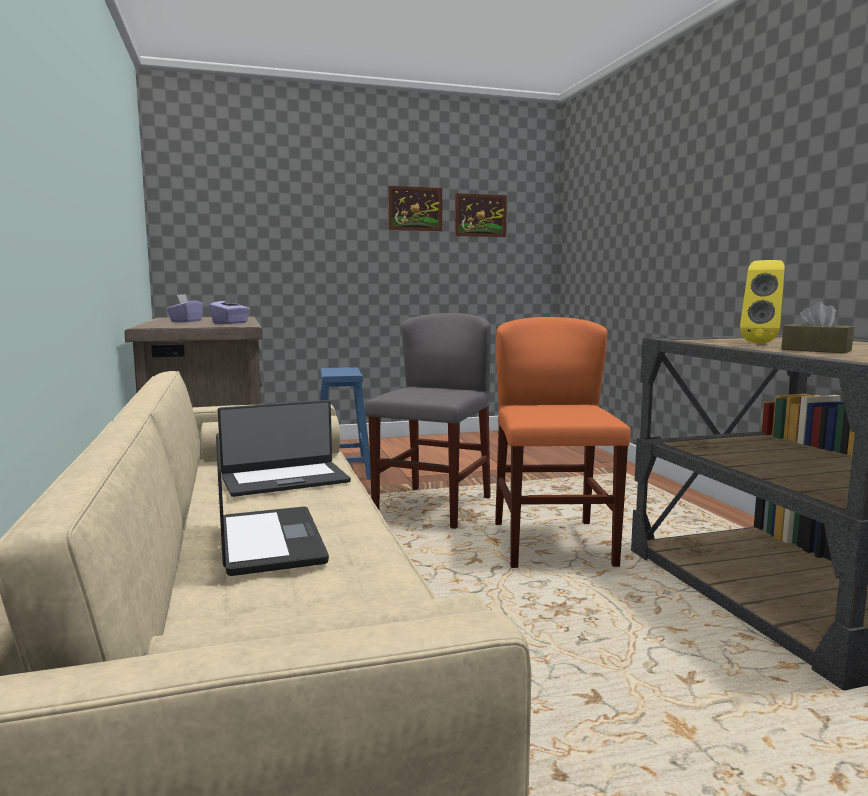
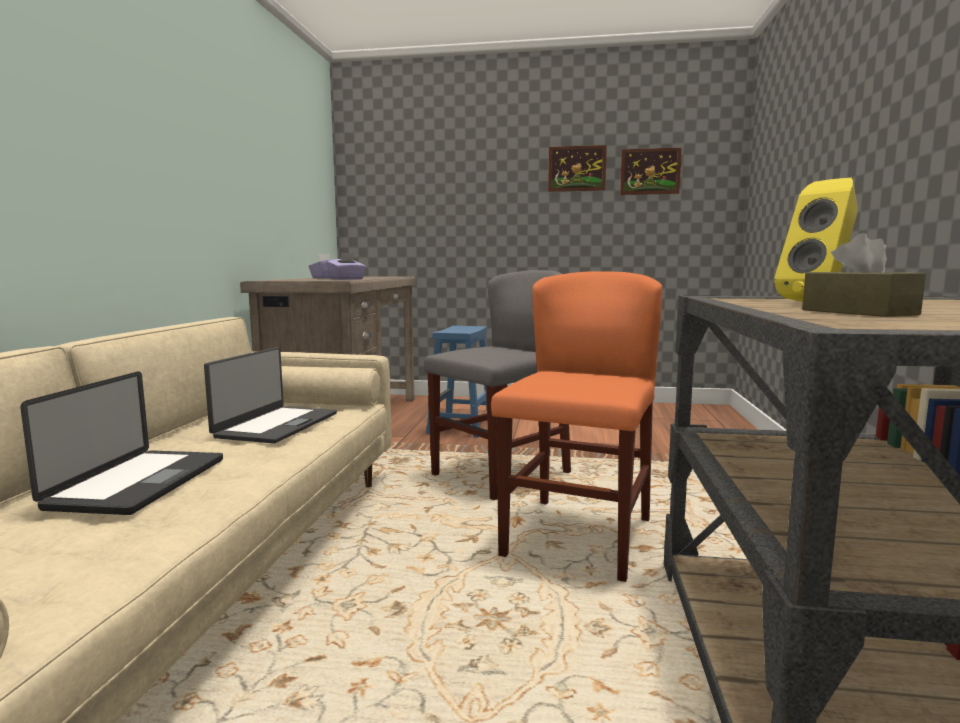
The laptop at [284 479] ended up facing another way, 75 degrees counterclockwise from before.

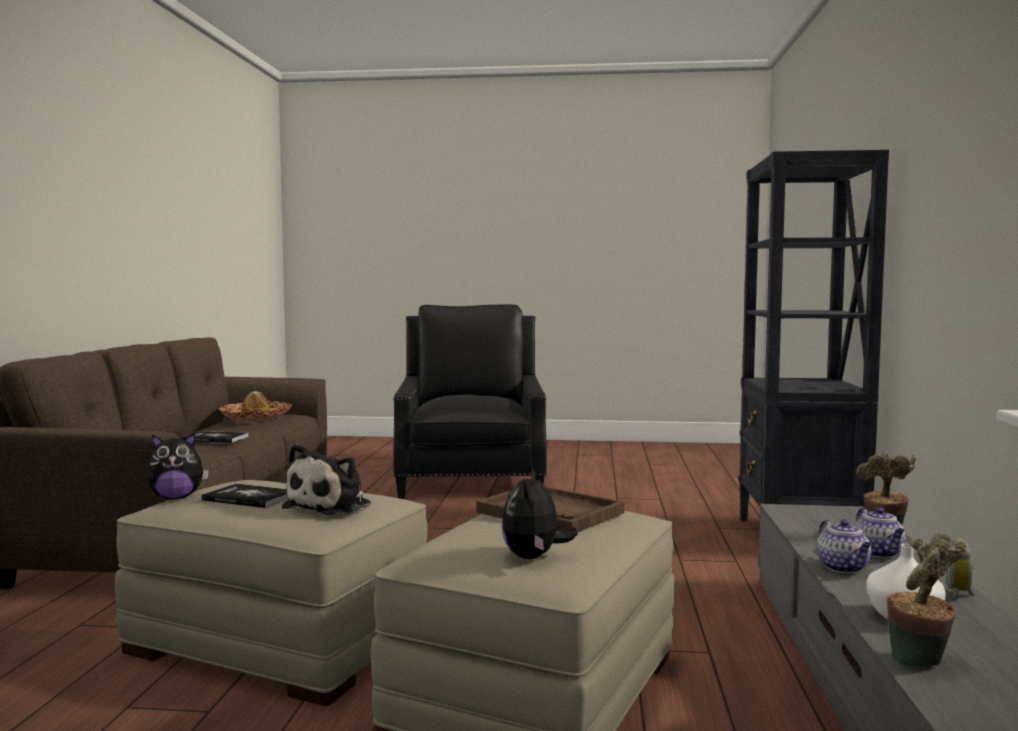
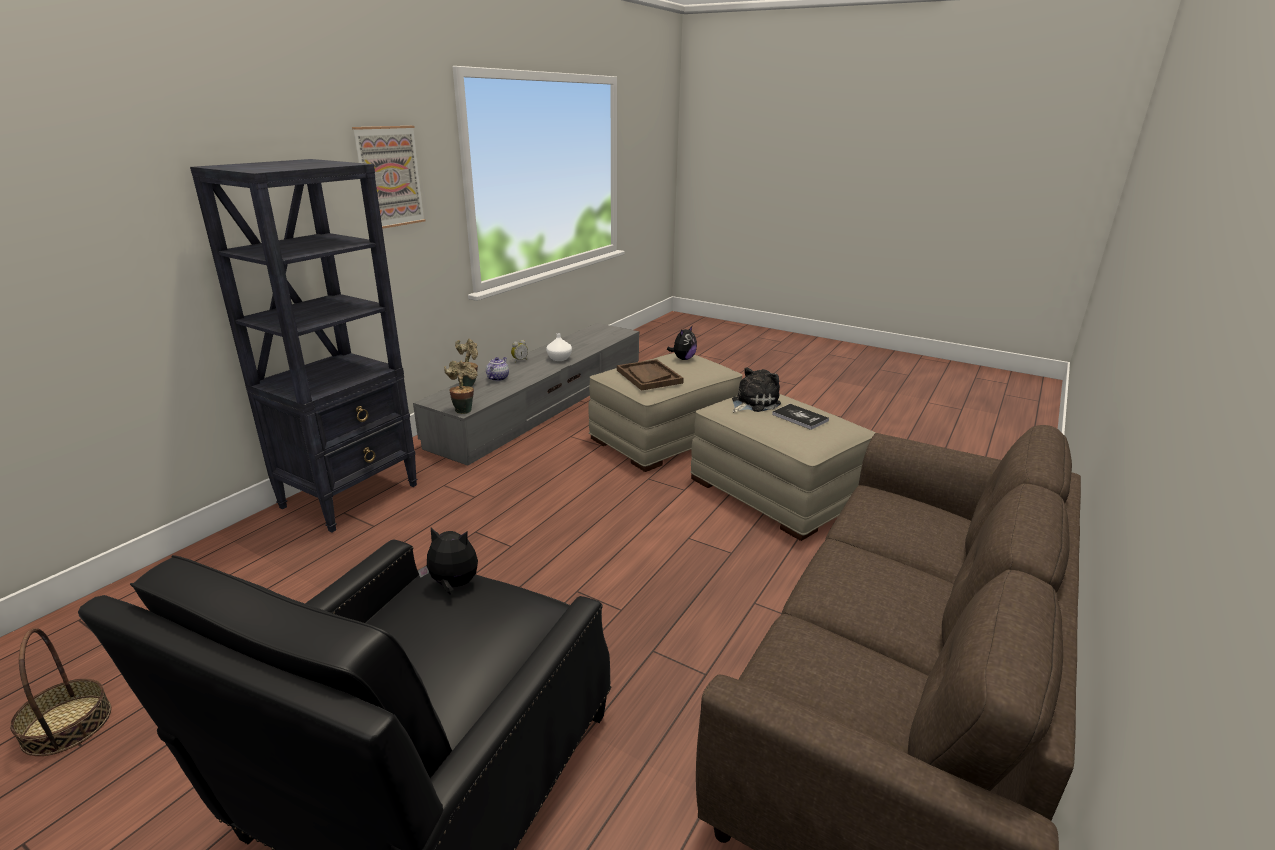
The pluszak ended up elsewhere, having gone from [176 498] to [453 585]. The second view lost the książka at [215 439]. The second view lost the kapelusz at [256 418]. The second view lost the imbryk at [844 568]. The roślina doniczkowa ended up elsewhere, having gone from [920 663] to [463 409]. The second view gained the koszyk at [67 725]. The second view gained the obraz at [389 177].

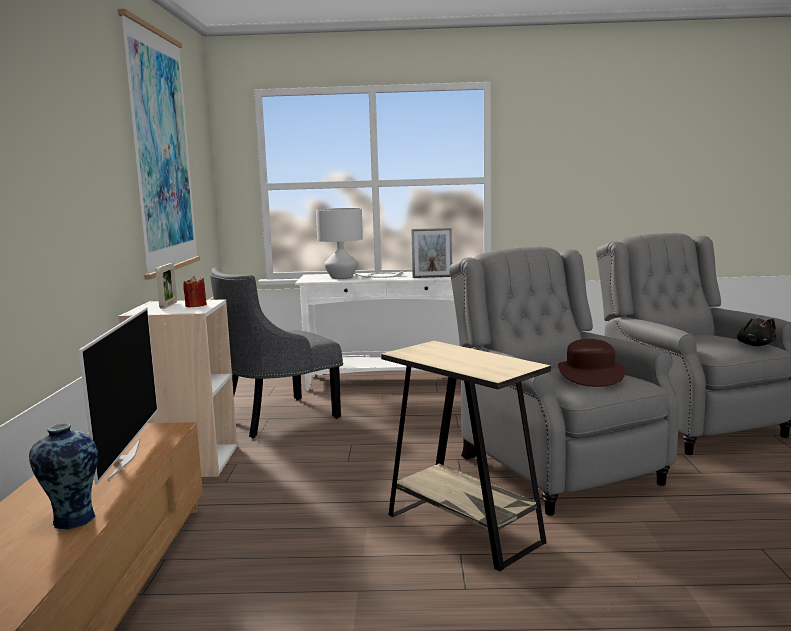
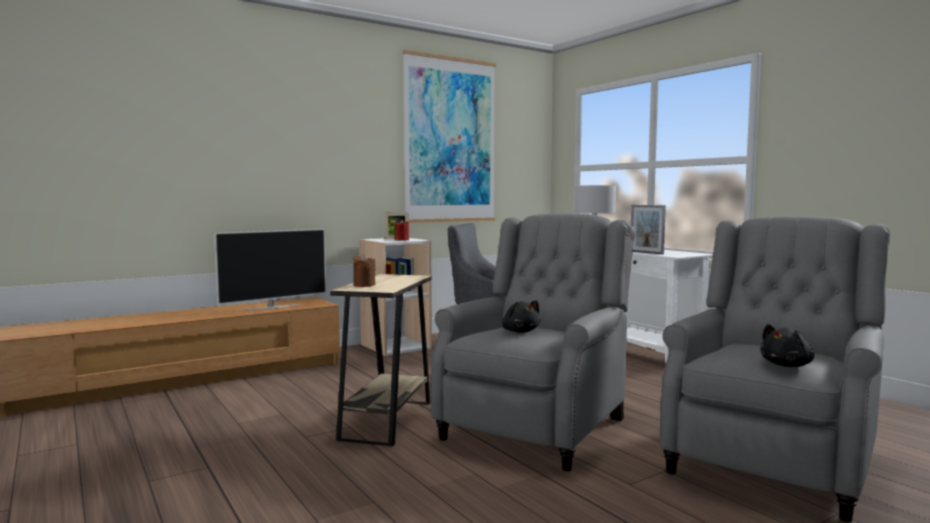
The second view lost the wazon at [71 520]. Where the kapelusz [brązowy] stood at [590 374], the pluszak [czarny] came to stand at [520 331]. The second view gained the świeca [brązowy] at [364 285].

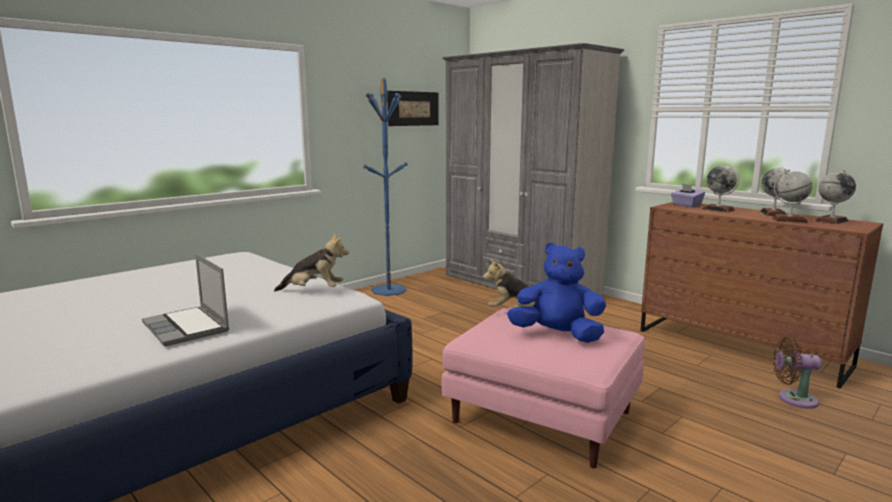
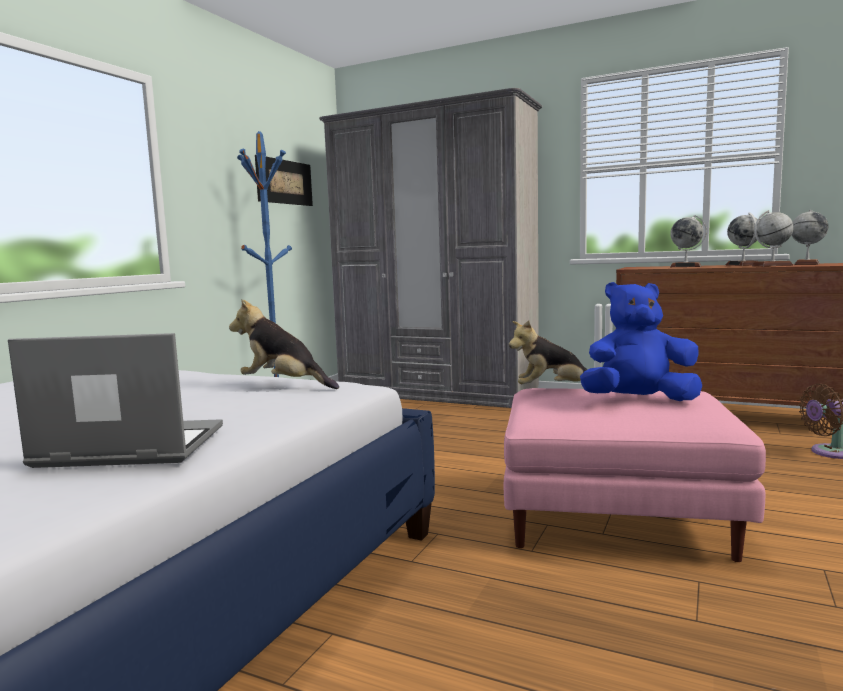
The laptop at [187 327] ended up facing another way, 150 degrees clockwise from before. The pluszak at [314 290] ended up facing another way, 135 degrees counterclockwise from before. The second view lost the pudełko chusteczek [fioletowy] at [686 205].

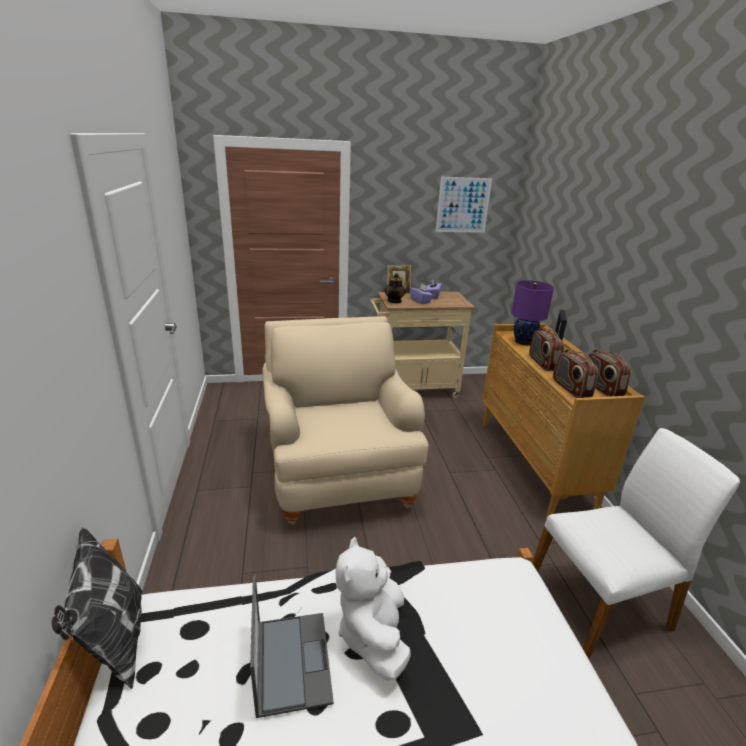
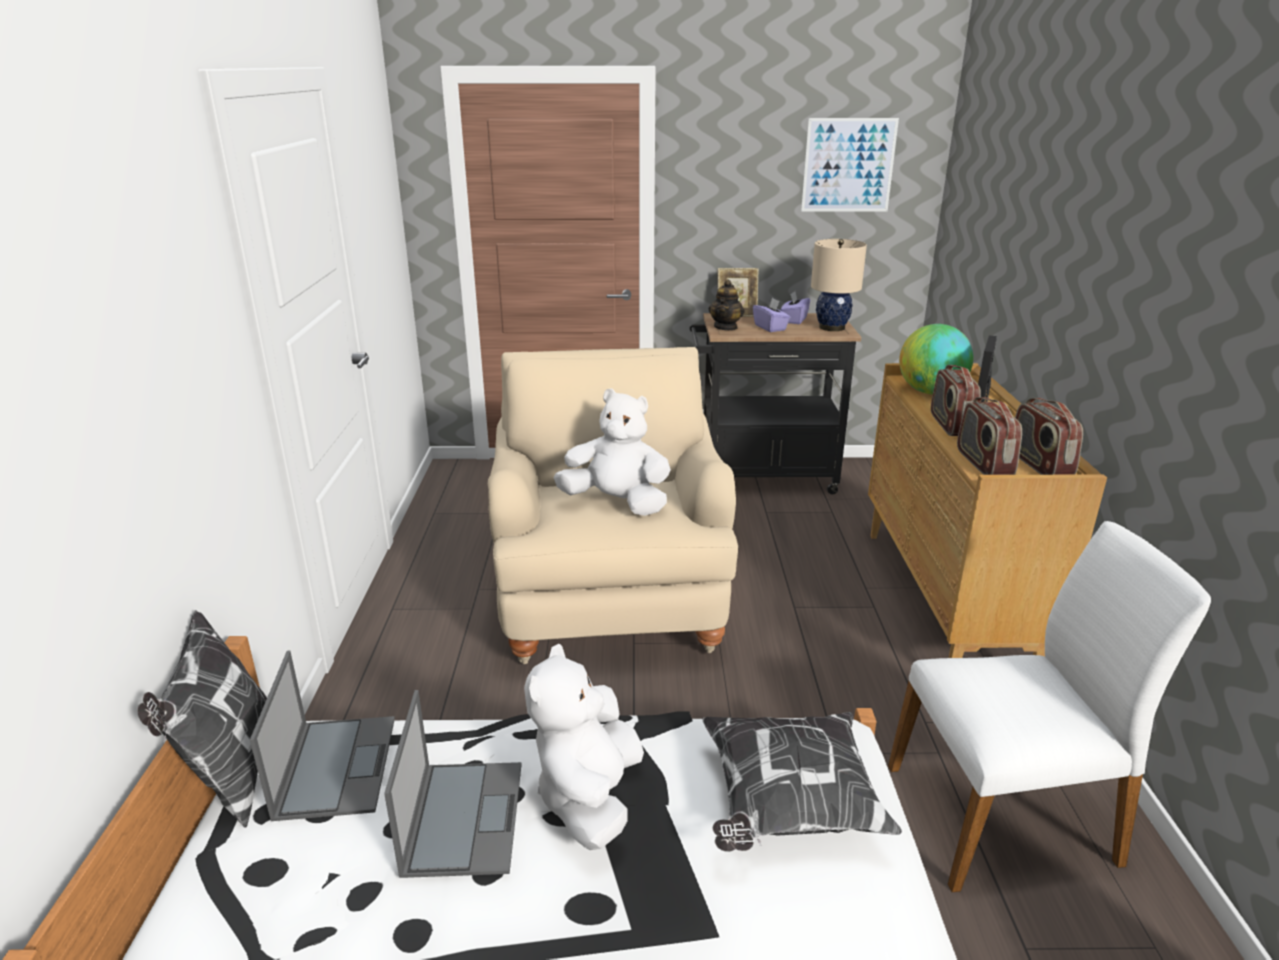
What was the wózek [beżowy] at [412 389] turned into the wózek [czarny] at [761 478]. Where the lampa stołowa [fioletowy] stood at [524 342], the globus came to stand at [930 392]. The second view gained the laptop at [336 765]. The second view gained the pluszak [biały] at [617 503]. The second view gained the poduszka at [787 805]. The second view gained the lampa stołowa [beżowy] at [831 327].

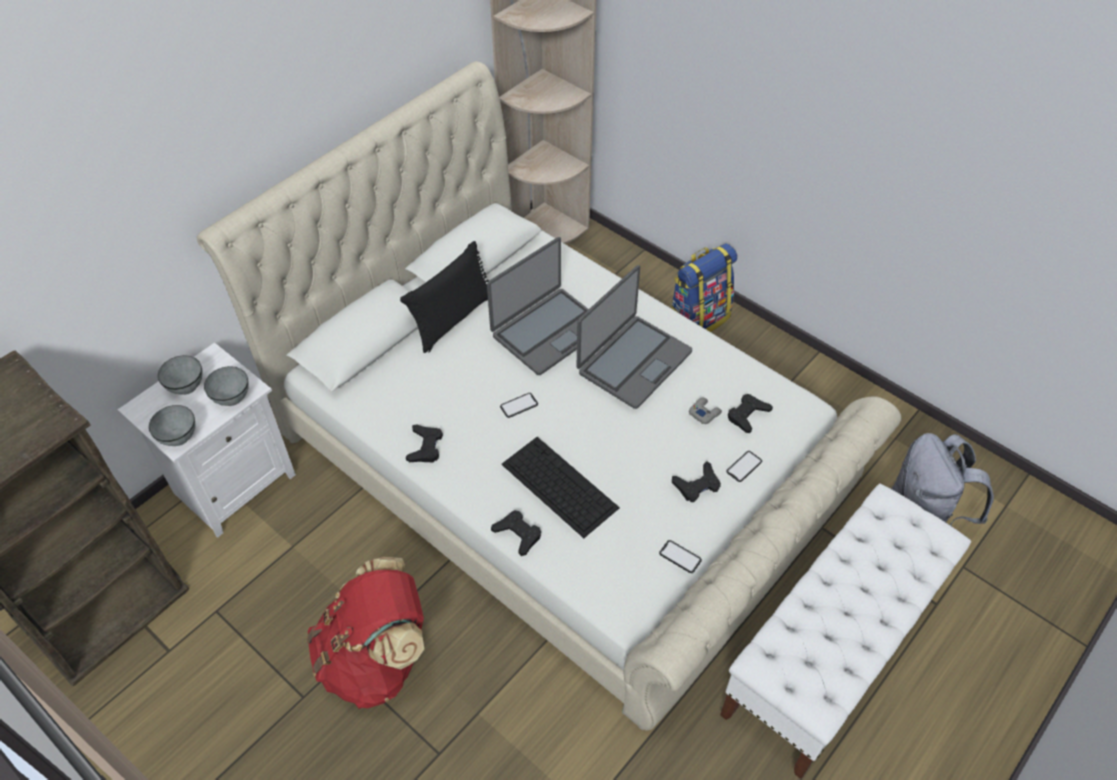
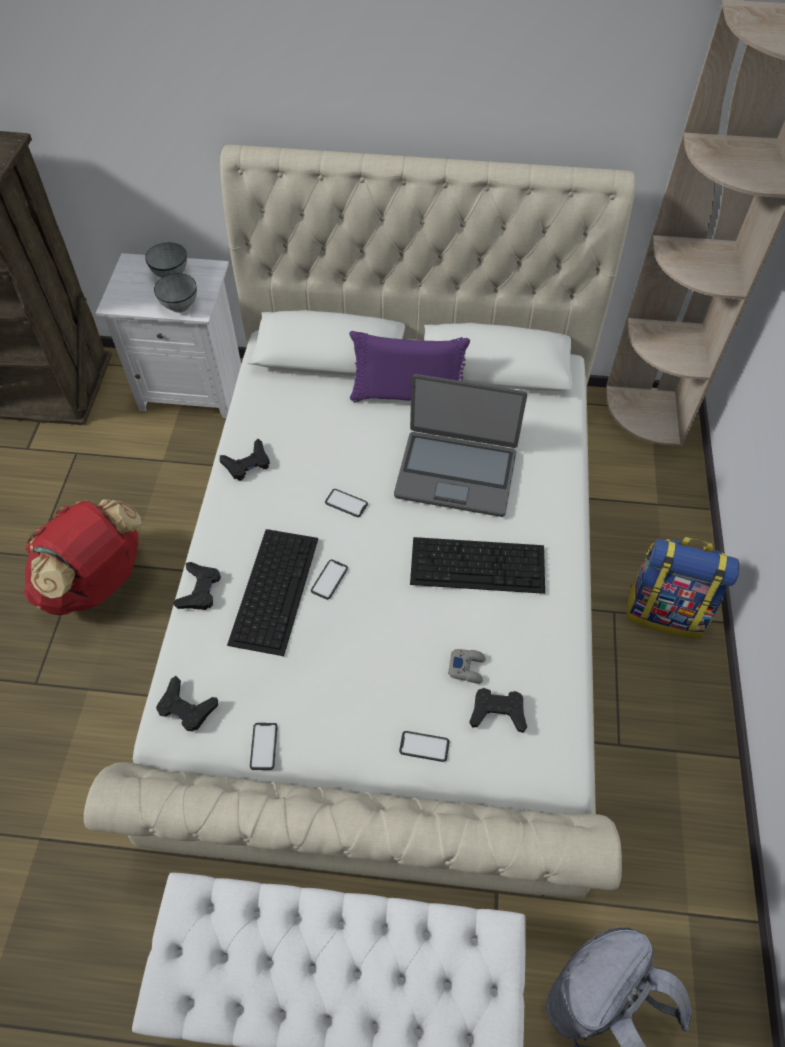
The second view lost the miska [szary] at [179 437]. What was the poduszka [czarny] at [452 318] turned into the poduszka [fioletowy] at [407 395]. Where the laptop stood at [633 362], the klawiatura came to stand at [479 564]. The pad do gier [czarny] ended up elsewhere, having gone from [697 485] to [186 707]. The second view gained the telefon at [329 579].

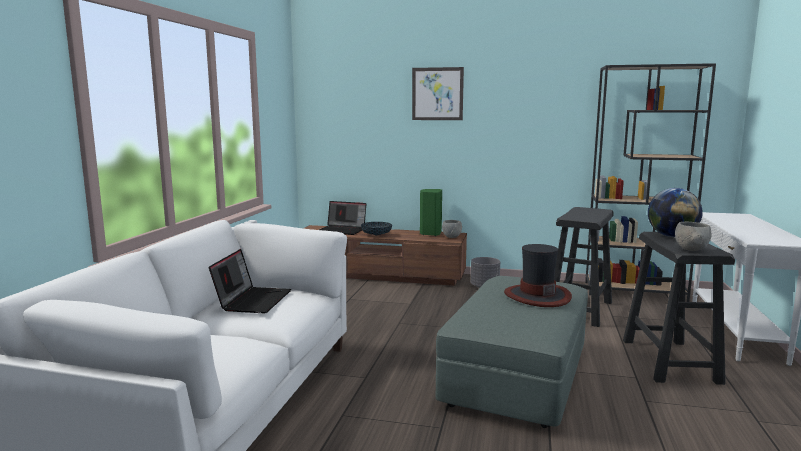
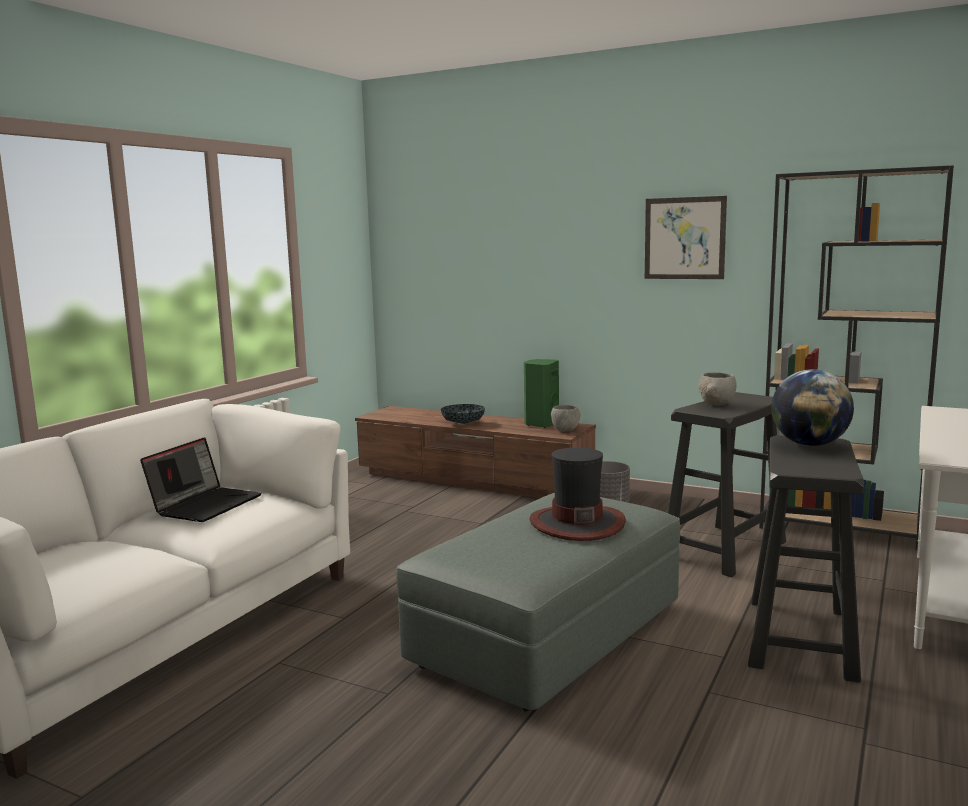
The second view lost the laptop at [342 230]. The obraz ended up elsewhere, having gone from [437 94] to [684 238]. The miska [szary] ended up elsewhere, having gone from [691 250] to [716 405].

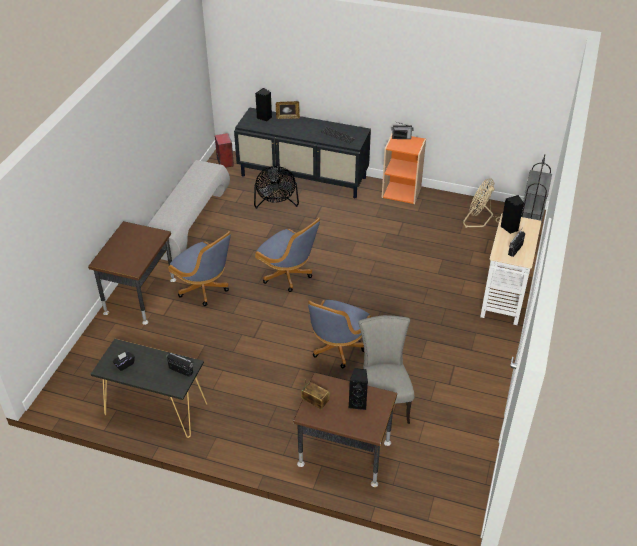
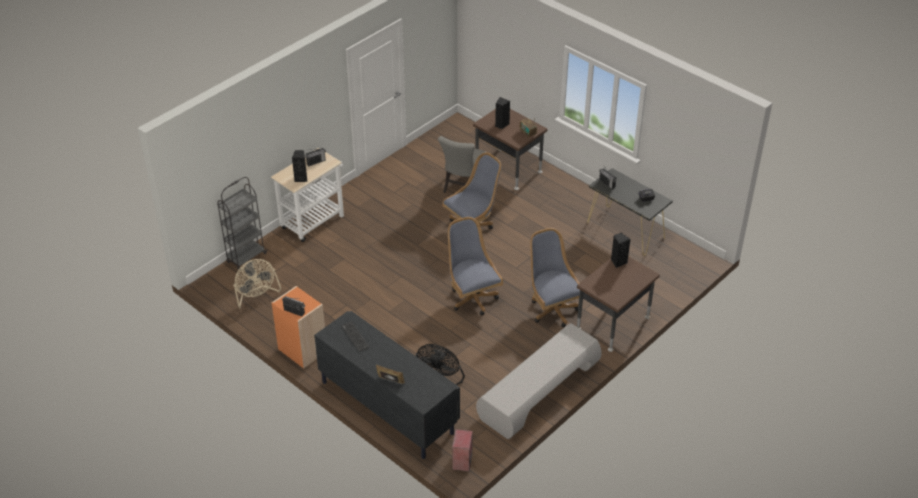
The głośnik [czarny] ended up elsewhere, having gone from [264 118] to [618 262].

